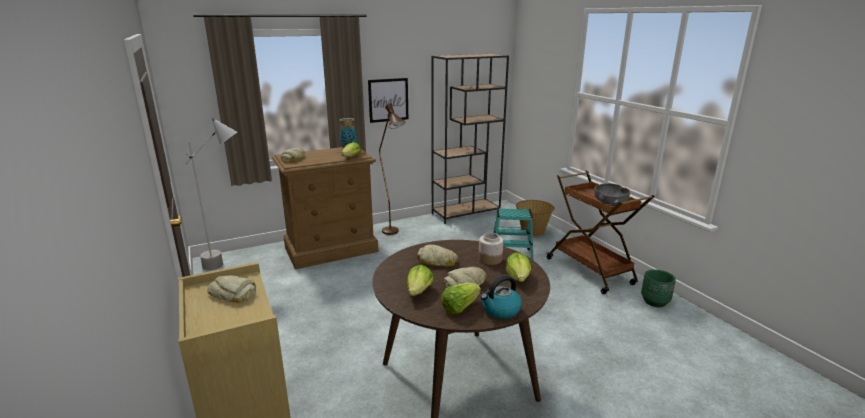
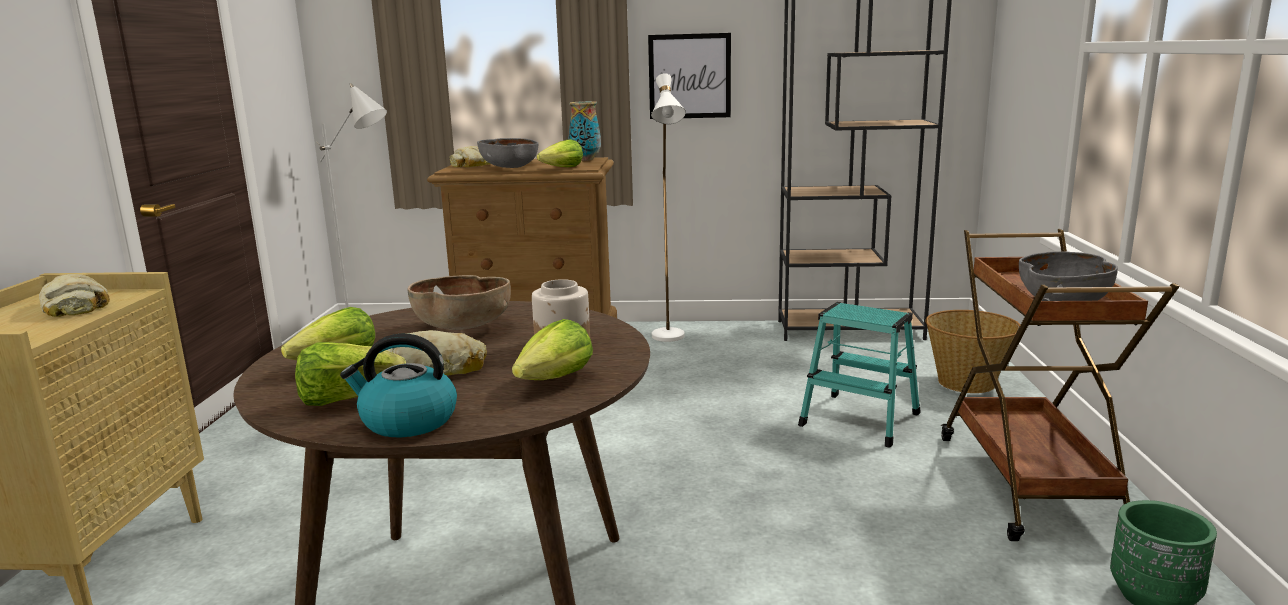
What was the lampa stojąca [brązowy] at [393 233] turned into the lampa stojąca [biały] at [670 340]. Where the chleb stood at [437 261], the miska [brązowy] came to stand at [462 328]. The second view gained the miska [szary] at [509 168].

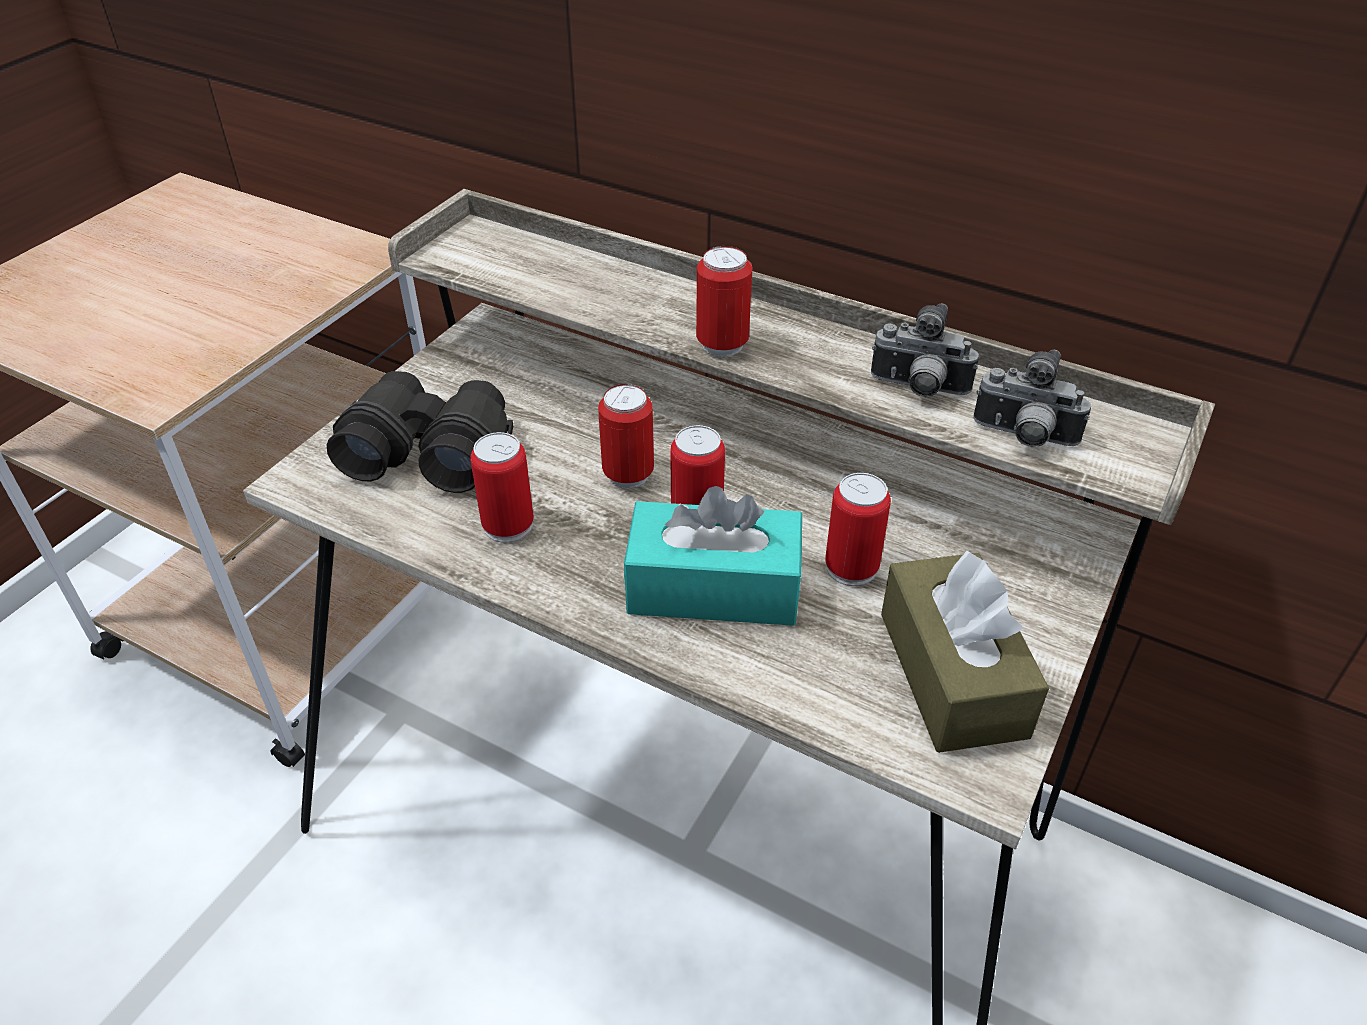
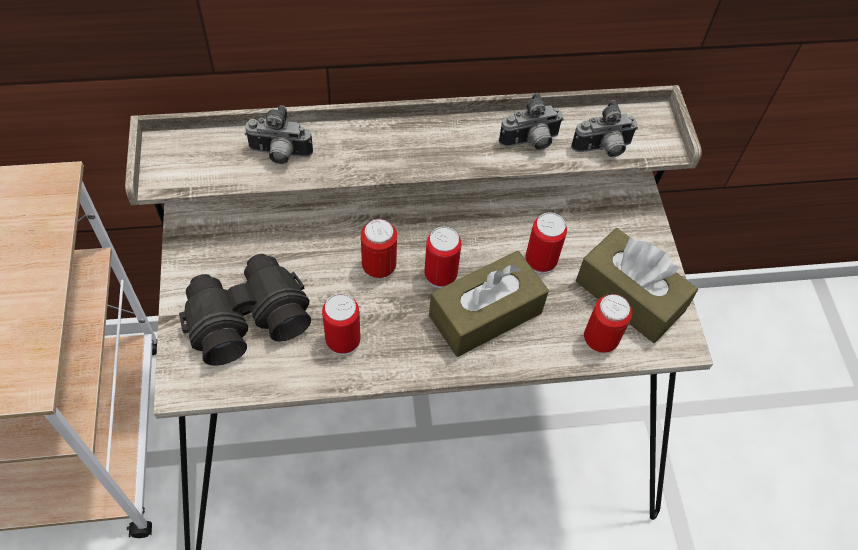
What was the pudełko chusteczek [turkusowy] at [713 588] turned into the pudełko chusteczek [brązowy] at [485 314]. The puszka ended up elsewhere, having gone from [722 344] to [600 340]. The second view gained the aparat fotograficzny at [279 155].

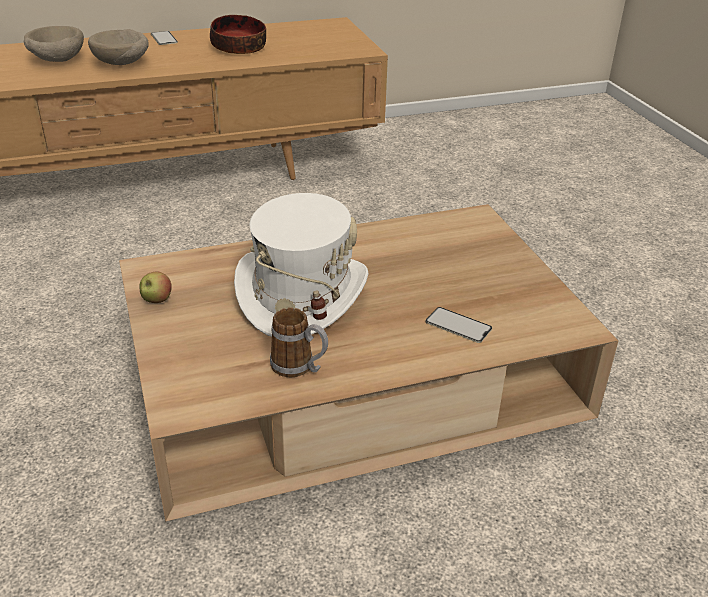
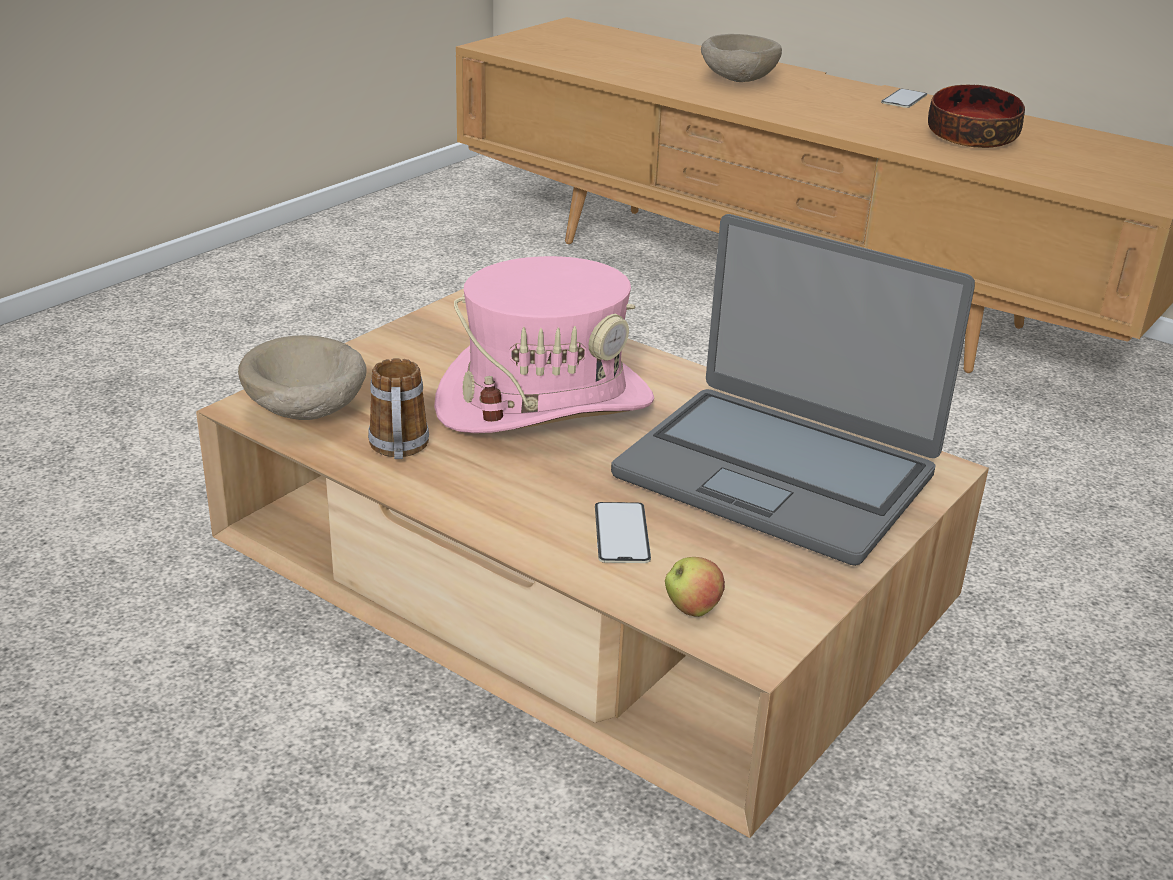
The miska [beżowy] ended up elsewhere, having gone from [122 64] to [305 413]. The jabłko ended up elsewhere, having gone from [157 300] to [692 609]. What was the kapelusz [biały] at [301 295] turned into the kapelusz [różowy] at [545 403]. The second view gained the laptop at [776 474].

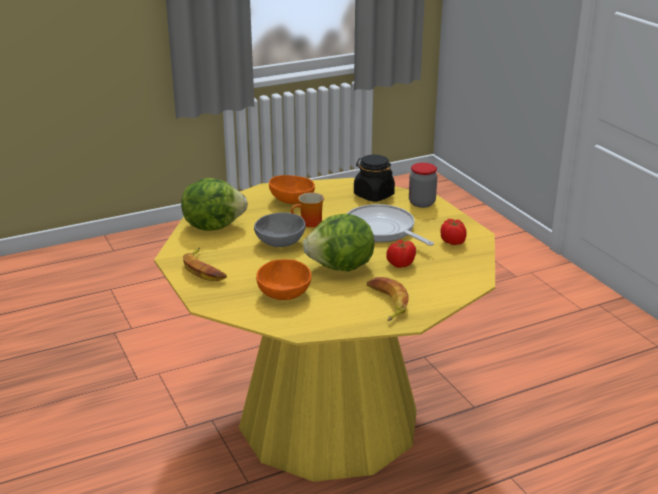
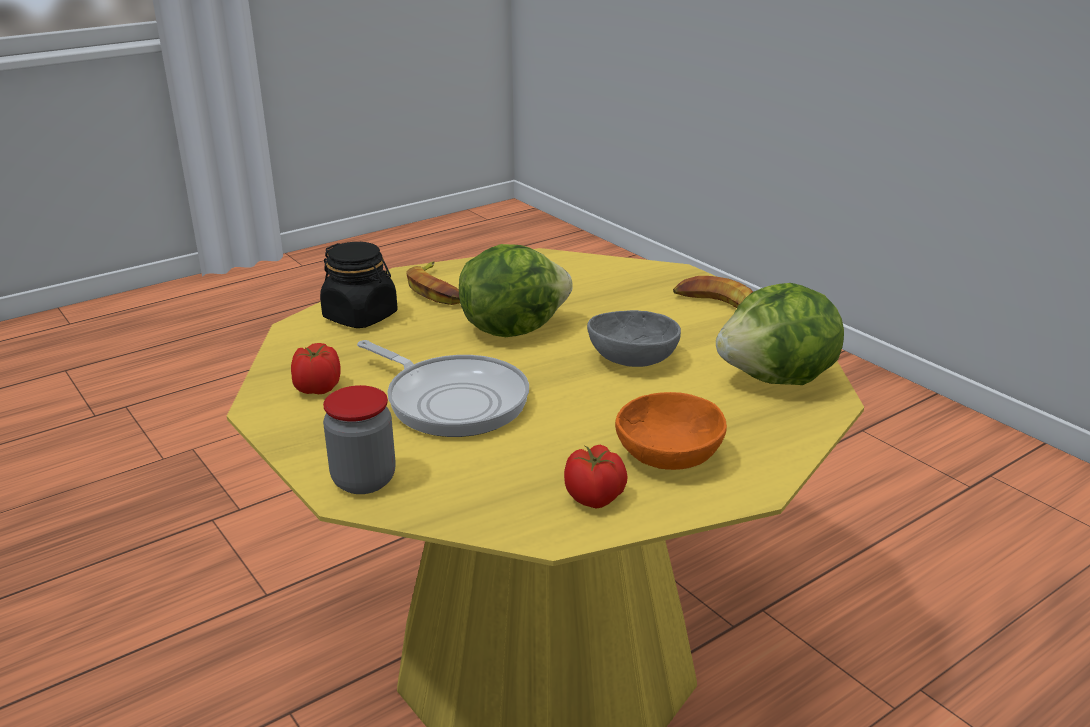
The second view lost the miska [pomarańczowy] at [285 294]. The second view lost the kubek at [309 224]. The słoik [czarny] ended up elsewhere, having gone from [373 195] to [361 316]. The pomidor ended up elsewhere, having gone from [400 264] to [595 498].

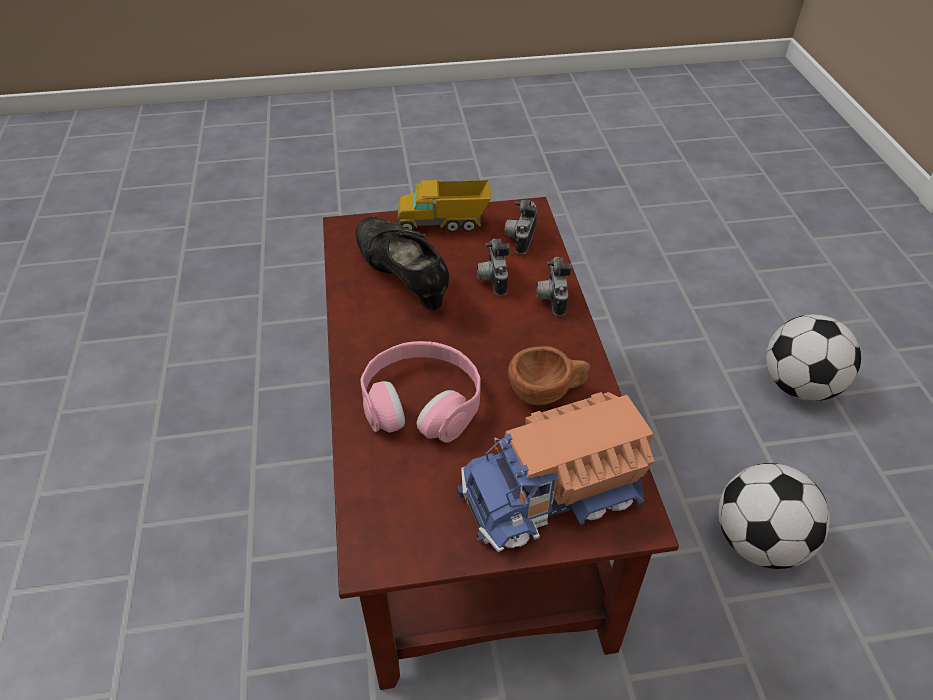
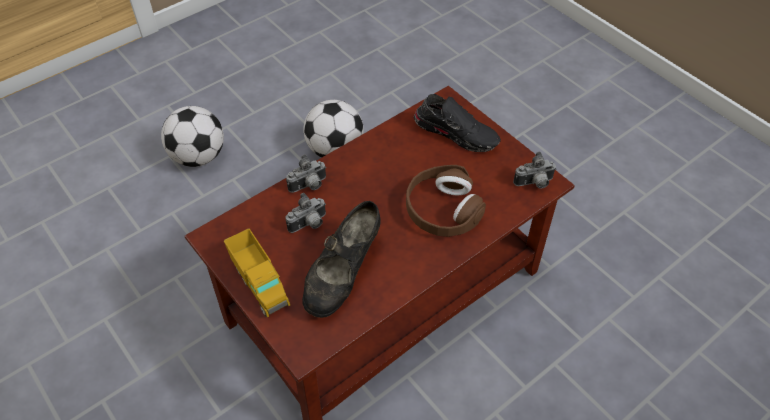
What was the słuchawki [różowy] at [421 402] turned into the słuchawki [brązowy] at [442 209]. Where the ciężarówka zabawkowa stood at [553 494], the but [czarny] came to stand at [457 132]. The aparat fotograficzny ended up elsewhere, having gone from [520 238] to [534 184]. The second view lost the filiżanka [brązowy] at [547 392].

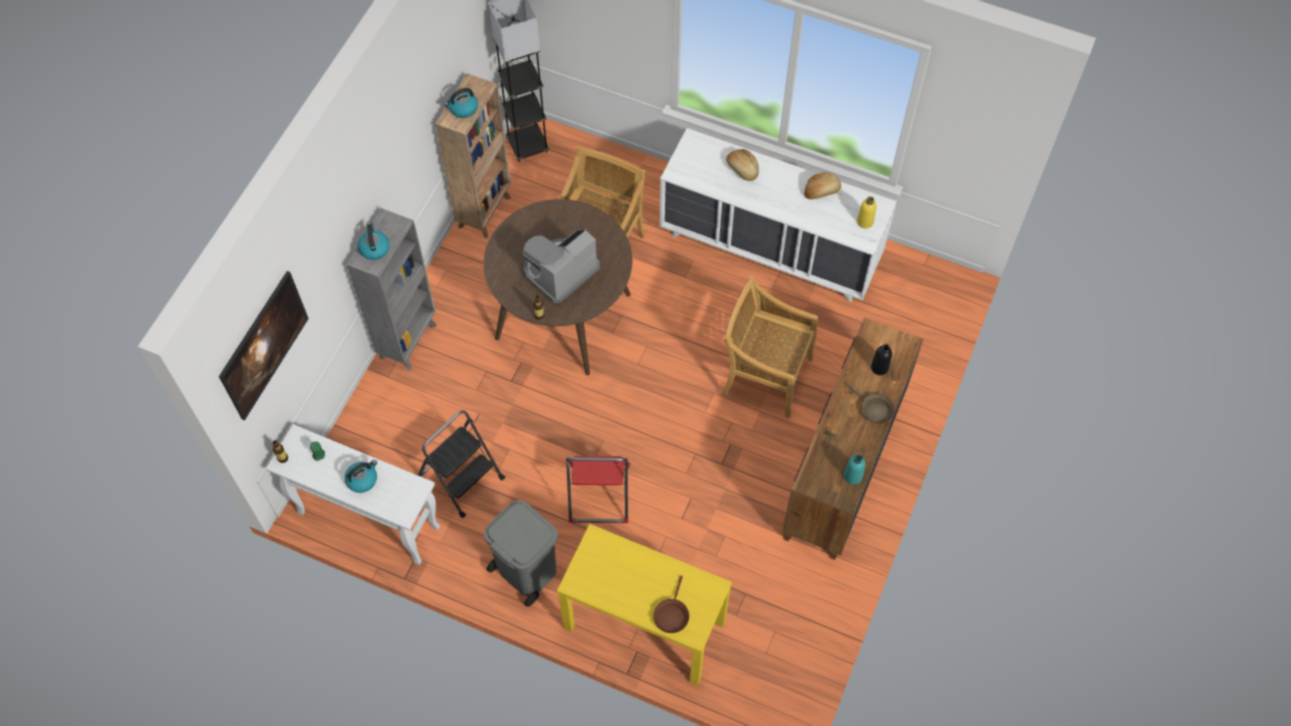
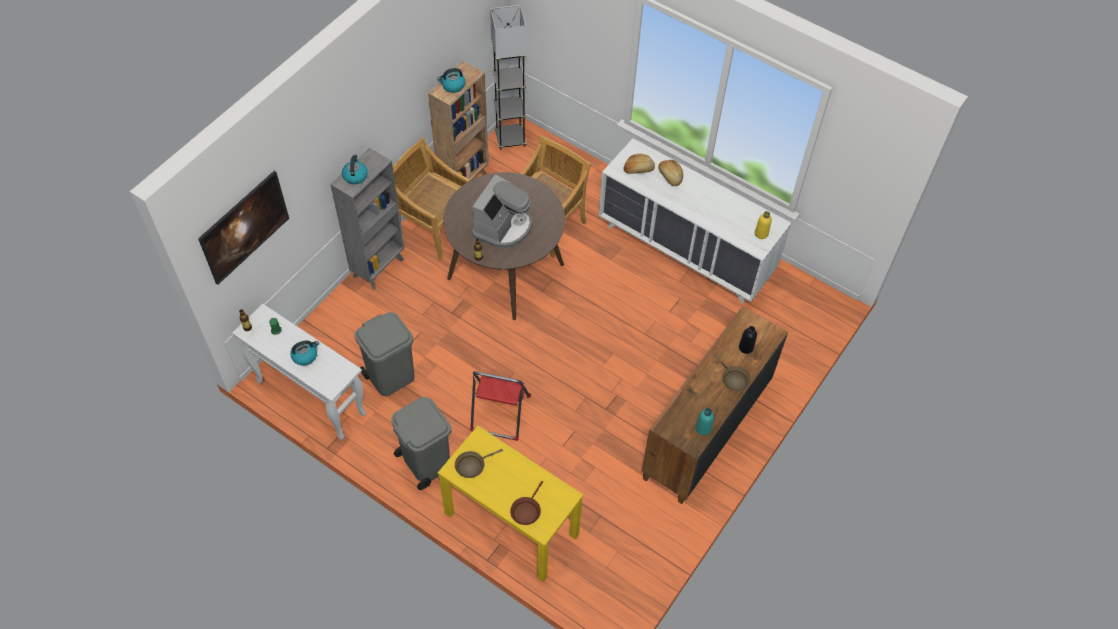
Where the drabinka [czarny] stood at [459 474], the kosz na śmieci [szary] came to stand at [391 376]. The ekspres do kawy at [559 271] ended up facing another way, 150 degrees clockwise from before. The krzesło [beżowy] ended up elsewhere, having gone from [765 375] to [433 227]. The chleb ended up elsewhere, having gone from [821 191] to [638 169]. The second view gained the patelnia [brązowy] at [472 465].

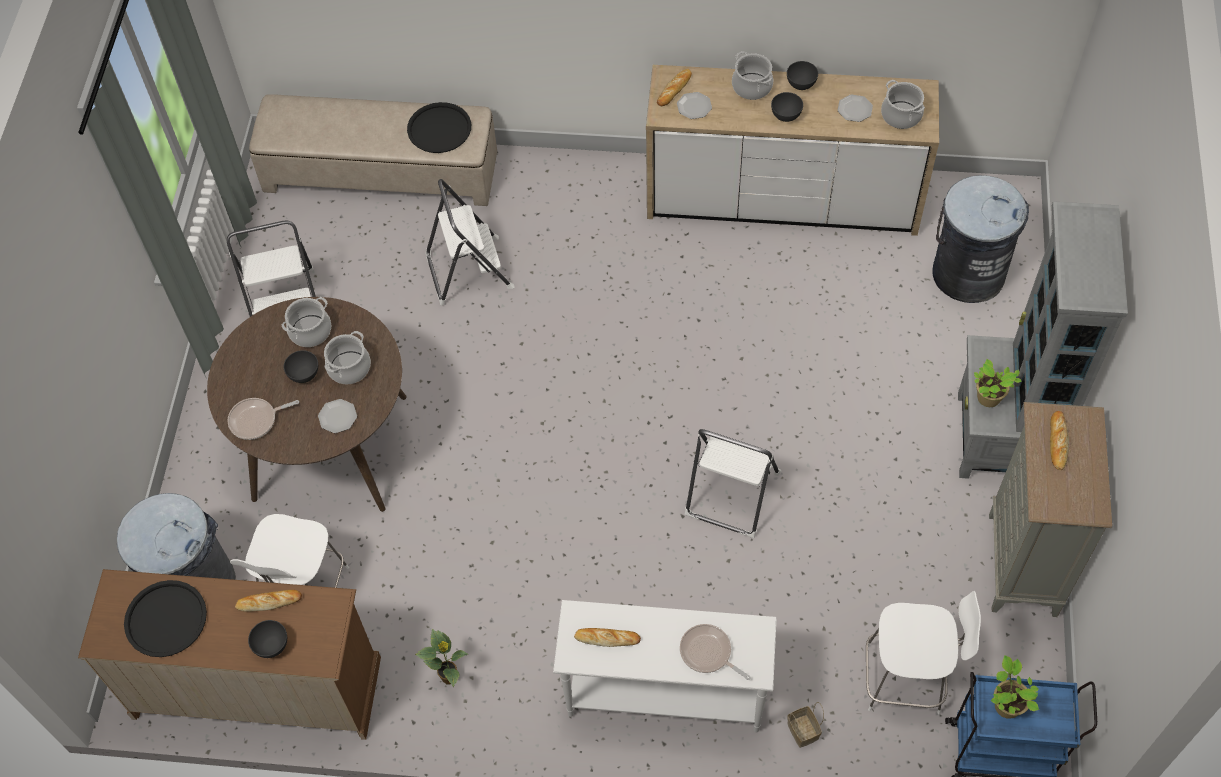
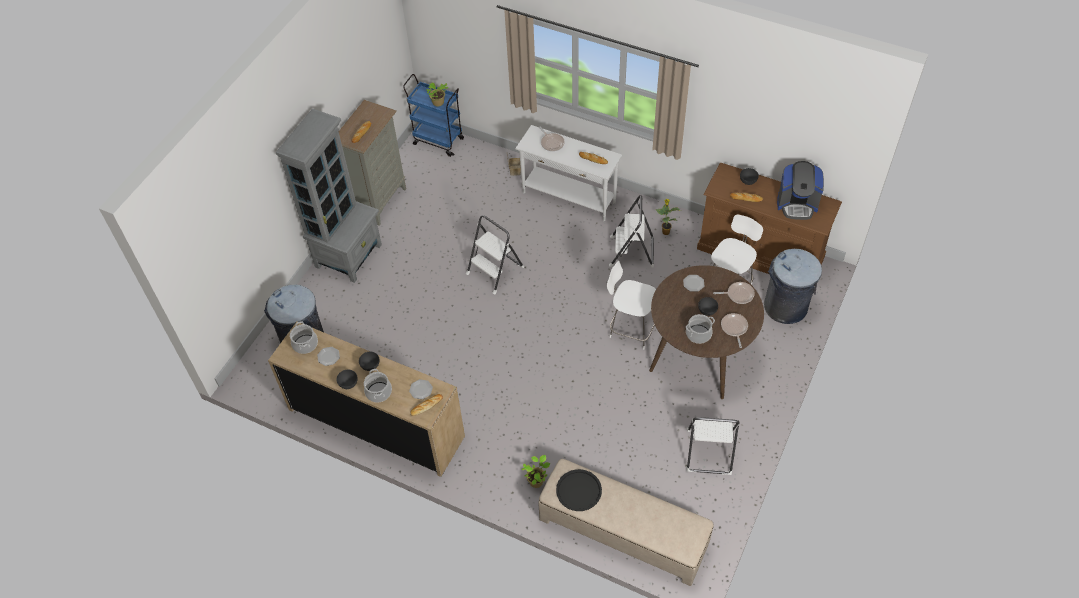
Where the taca [czarny] stood at [166 619], the ekspres do kawy came to stand at [797 204]. The second view lost the garnek at [349 368]. The drabinka [biały] ended up elsewhere, having gone from [465 270] to [634 252]. The krzesło [biały] ended up elsewhere, having gone from [906 679] to [631 328]. The roślina doniczkowa ended up elsewhere, having gone from [988 399] to [536 481]. The second view gained the patelnia at [734 328].

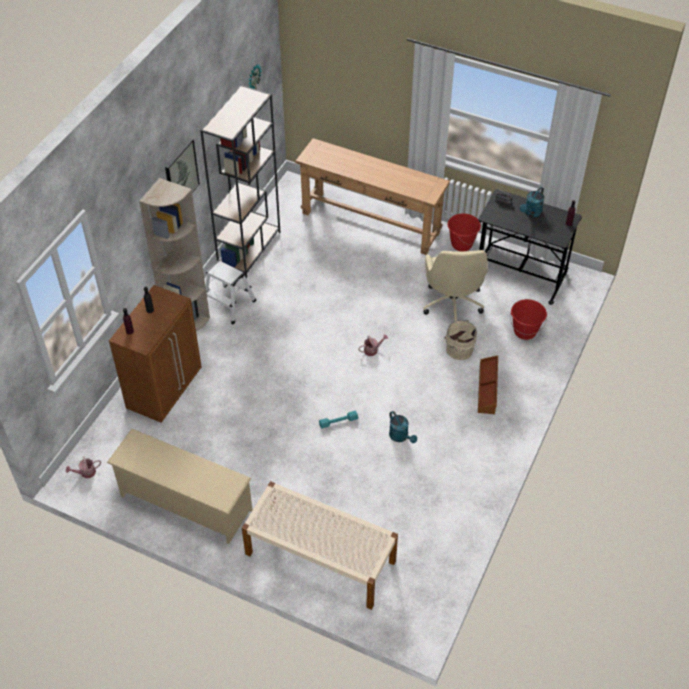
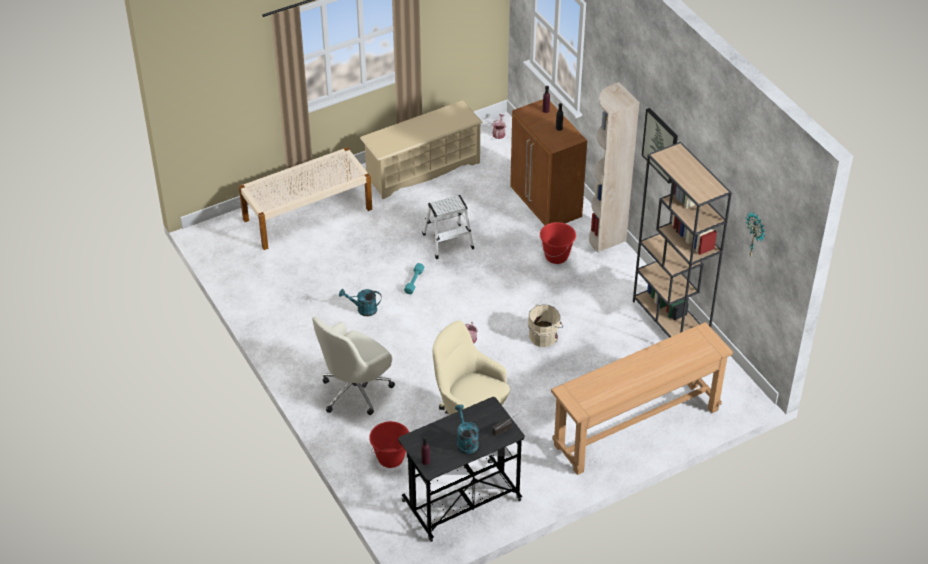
The drabinka [biały] ended up elsewhere, having gone from [229 304] to [447 241]. The wiadro [beżowy] ended up elsewhere, having gone from [458 349] to [544 336]. The wiadro [czerwony] ended up elsewhere, having gone from [461 244] to [556 256]. Where the pojemnik do przechowywania [brązowy] stood at [488 388], the krzesło biurowe [beżowy] came to stand at [355 391].

